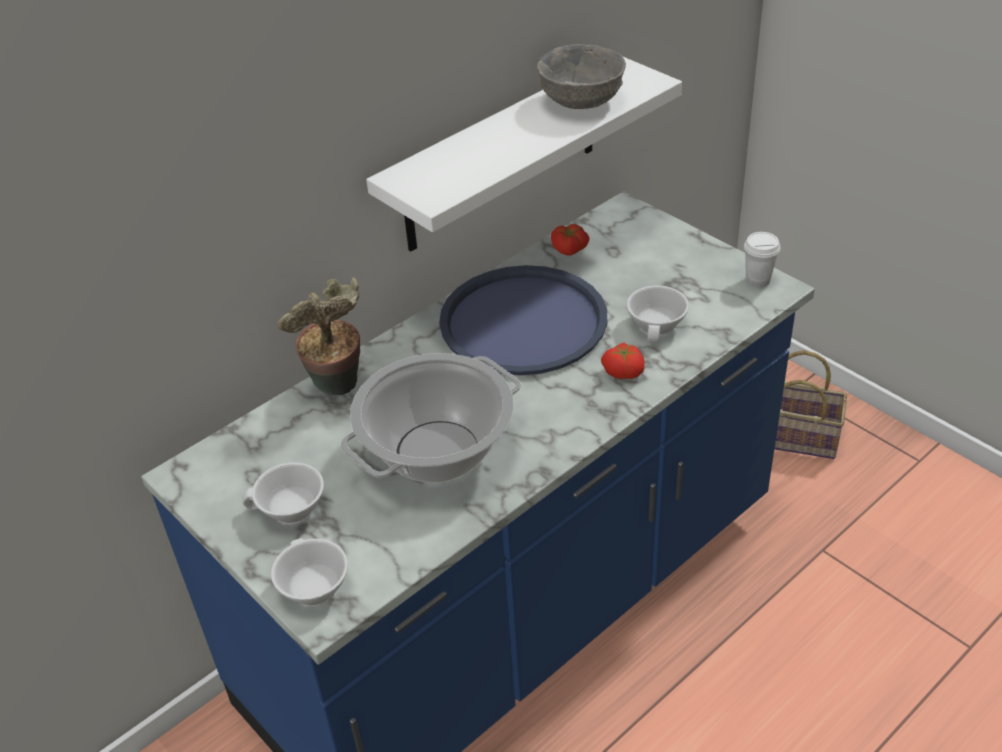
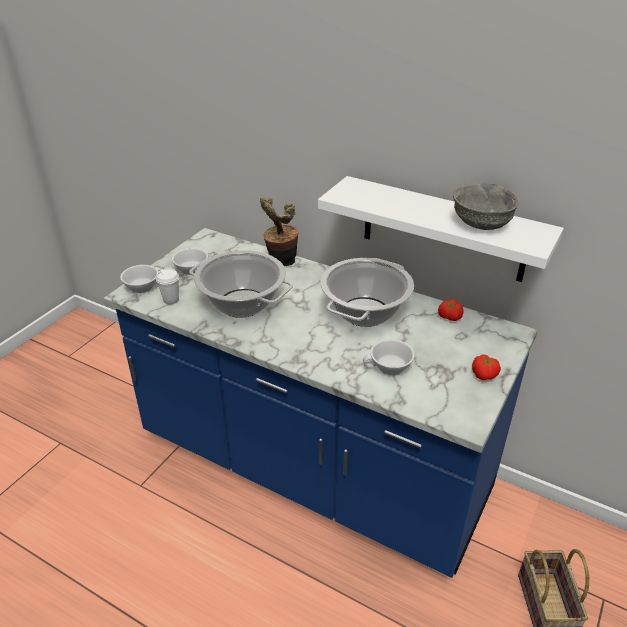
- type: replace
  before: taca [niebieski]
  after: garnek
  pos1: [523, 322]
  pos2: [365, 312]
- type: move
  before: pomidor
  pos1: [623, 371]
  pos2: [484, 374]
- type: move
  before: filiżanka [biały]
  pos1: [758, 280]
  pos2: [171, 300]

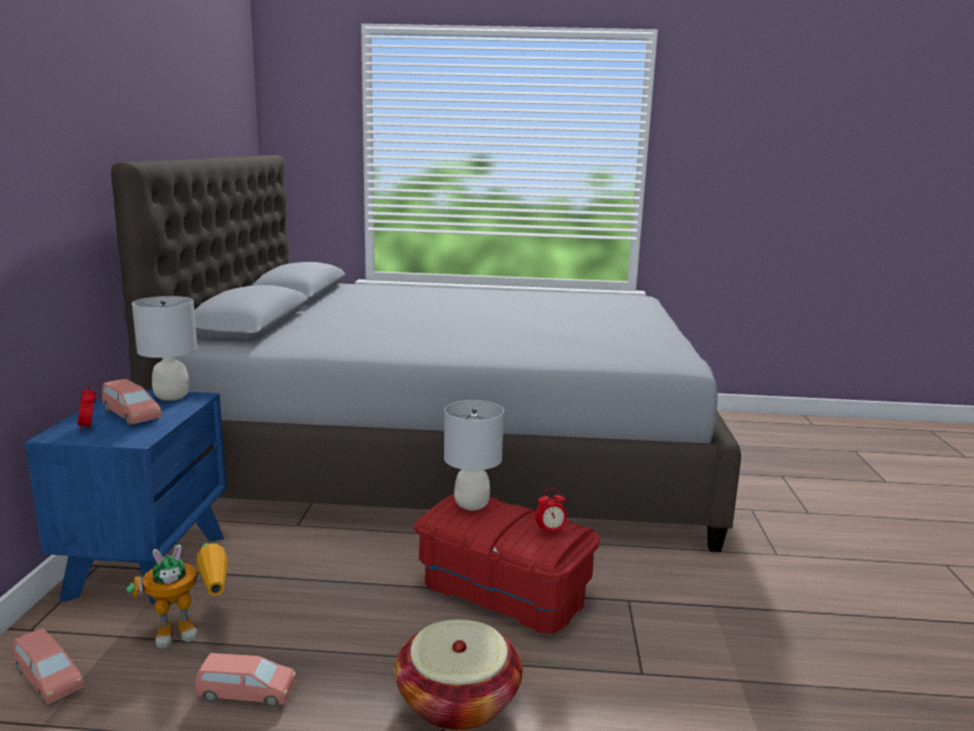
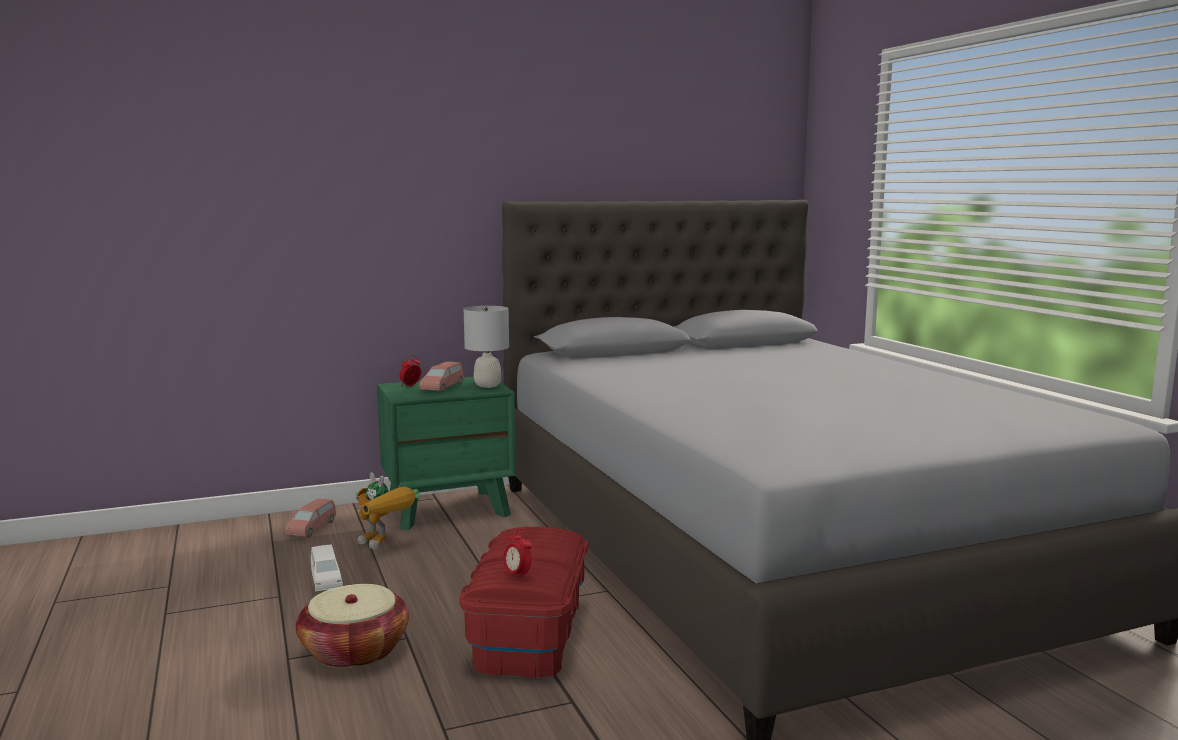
- type: recolor
  before: szafka nocna [niebieski]
  after: szafka nocna [zielony]
  pos1: [148, 565]
  pos2: [448, 509]
- type: recolor
  before: samochodzik [różowy]
  after: samochodzik [biały]
  pos1: [247, 693]
  pos2: [326, 580]
- type: delete
  before: lampa stołowa [szary]
  pos1: [473, 505]

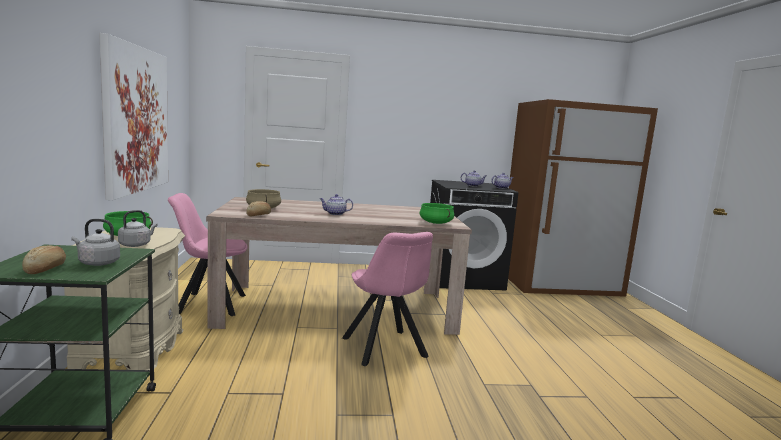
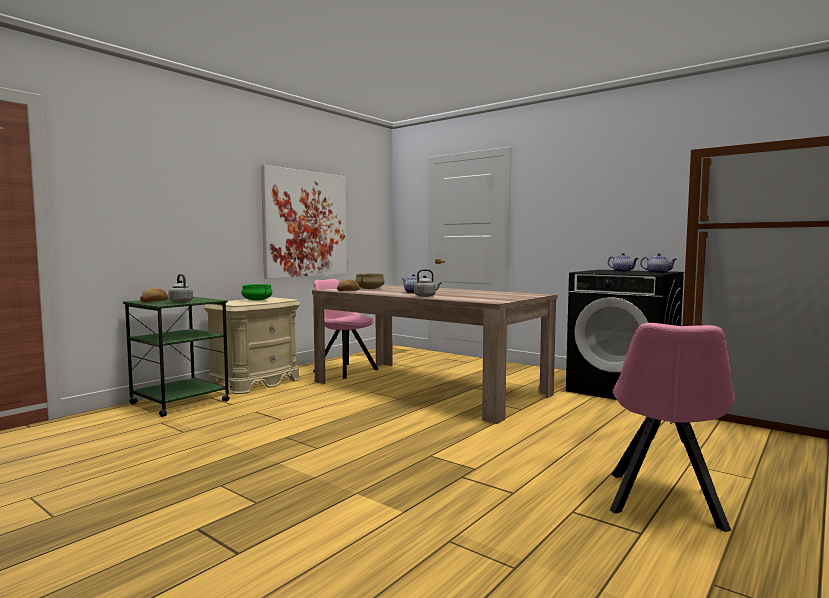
- type: move
  before: czajnik [szary]
  pos1: [136, 245]
  pos2: [426, 296]
- type: move
  before: krzesło [różowy]
  pos1: [385, 348]
  pos2: [664, 502]
- type: delete
  before: garnek [zielony]
  pos1: [435, 223]

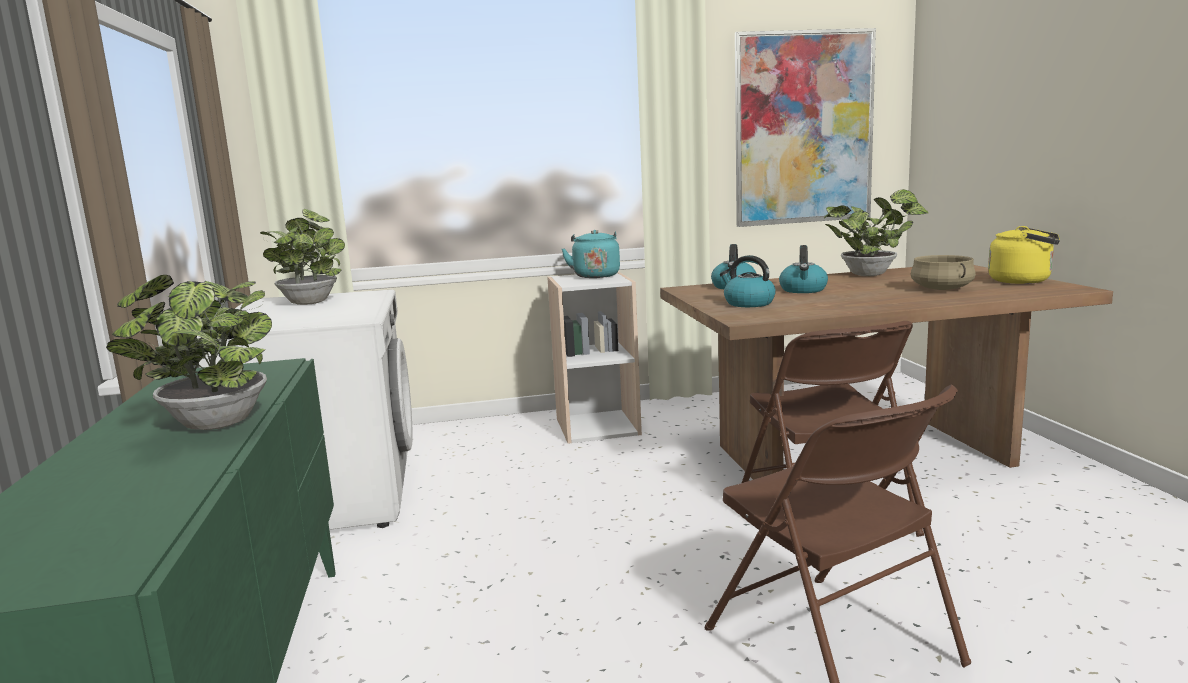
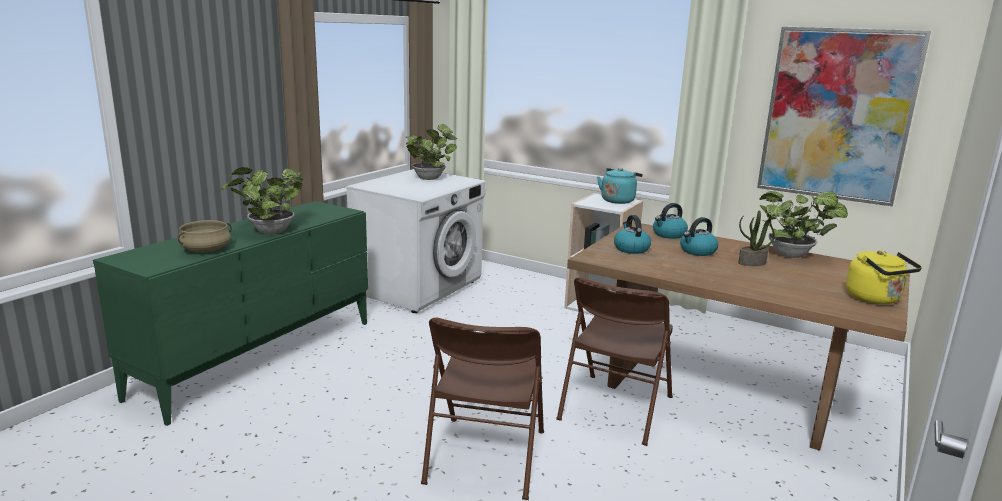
- type: move
  before: garnek [beżowy]
  pos1: [942, 289]
  pos2: [206, 250]
- type: insert
  after: roślina doniczkowa
  pos2: [752, 263]

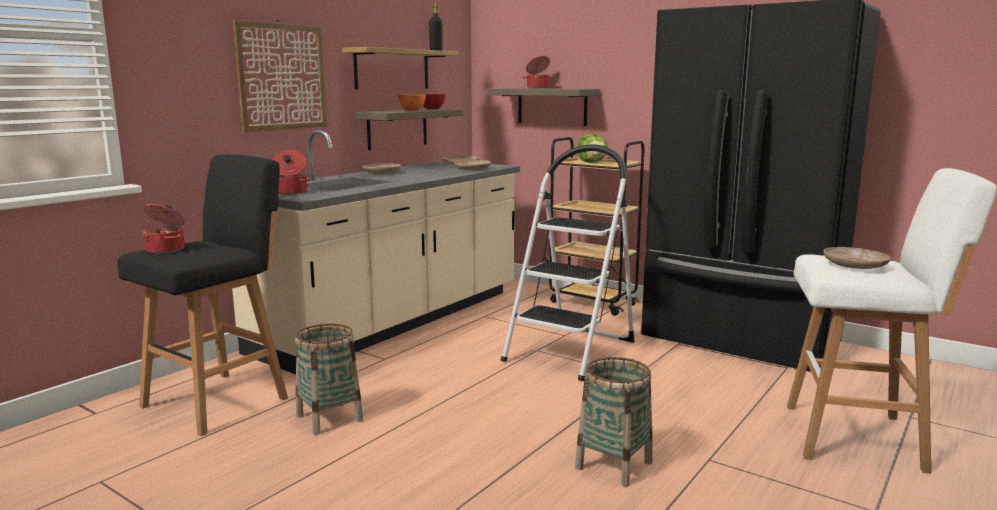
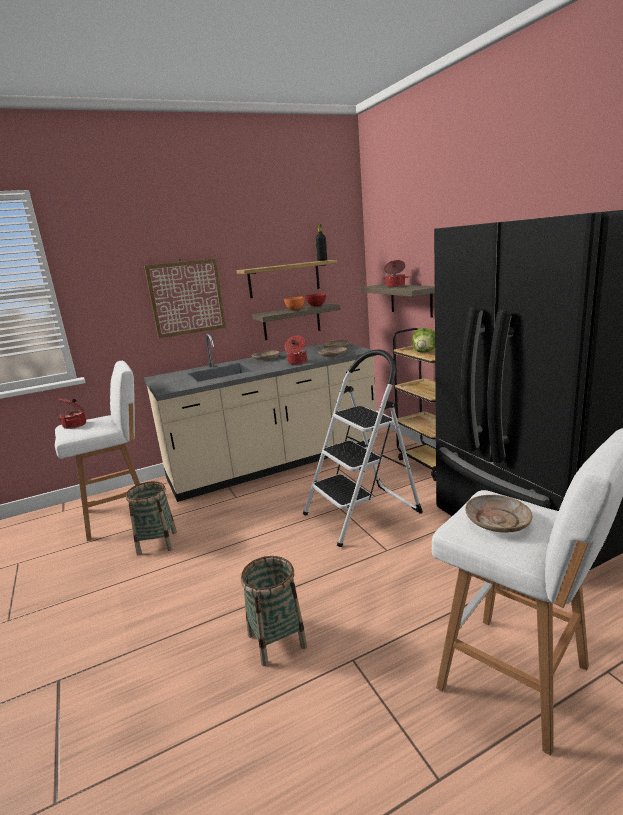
- type: recolor
  before: stołek [czarny]
  after: stołek [biały]
  pos1: [219, 400]
  pos2: [121, 514]
- type: move
  before: garnek
  pos1: [291, 192]
  pos2: [297, 362]

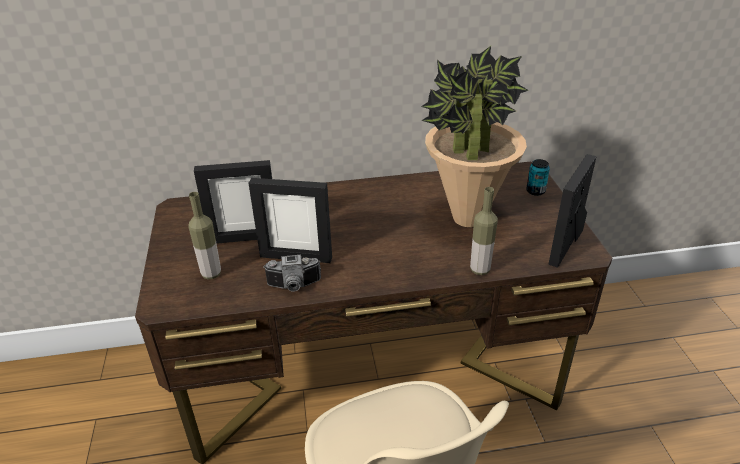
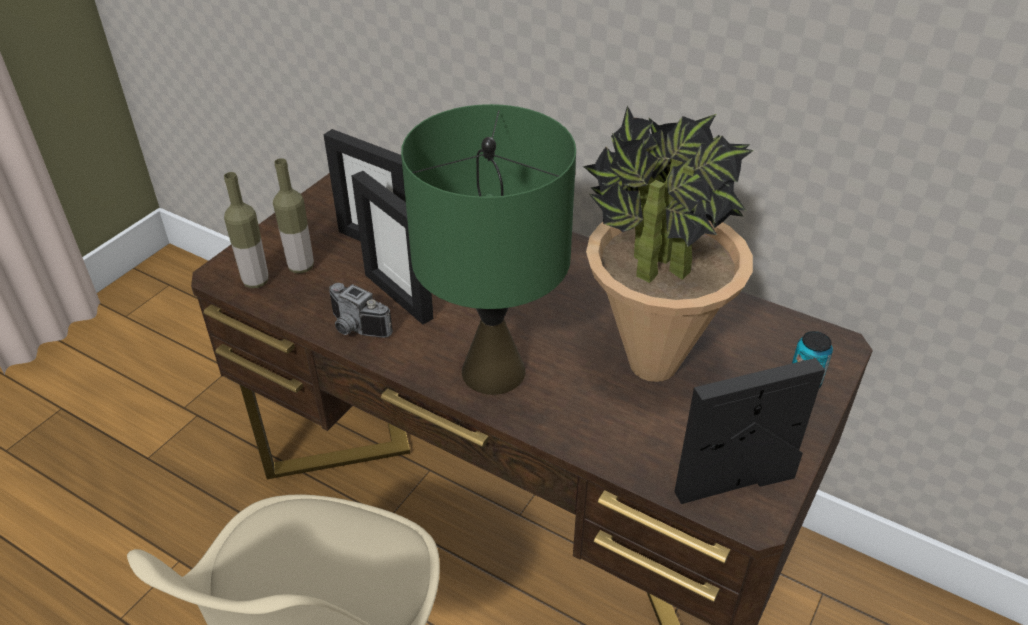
- type: move
  before: butelka
  pos1: [480, 269]
  pos2: [256, 281]
- type: insert
  after: lampa stołowa [zielony]
  pos2: [494, 371]

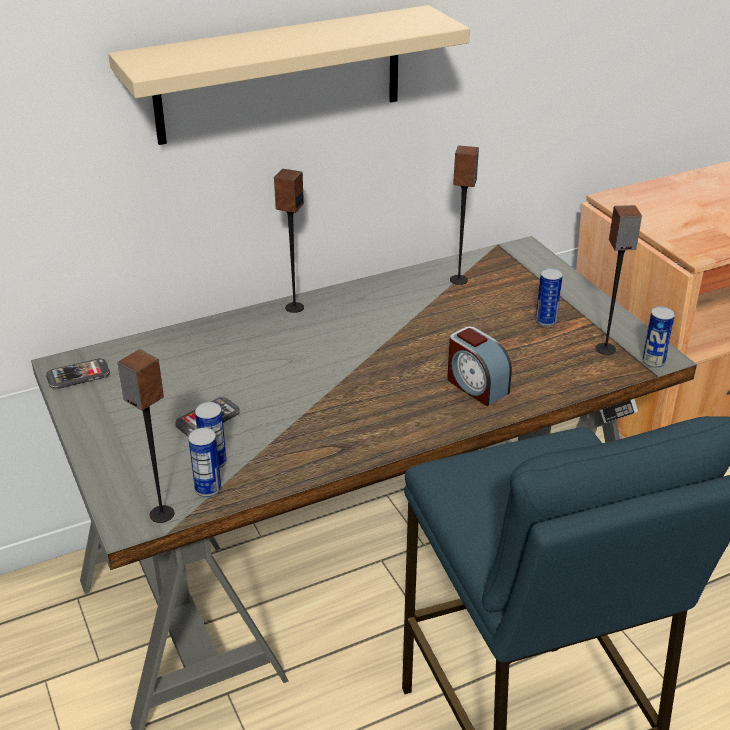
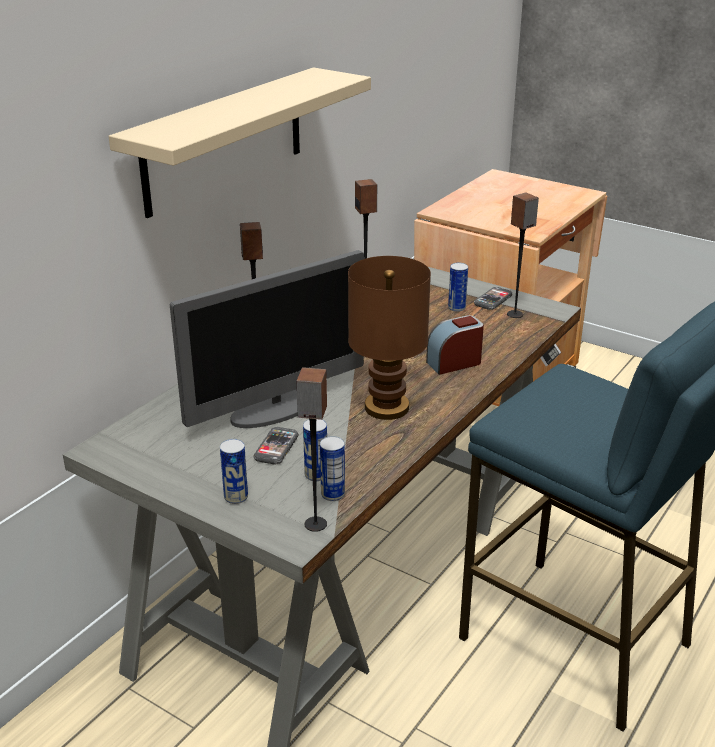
- type: move
  before: telefon
  pos1: [78, 375]
  pos2: [493, 300]
- type: rotate
  before: budzik
  pos1: [476, 386]
  pos2: [454, 363]
  turn: 135
- type: move
  before: puszka
  pos1: [653, 362]
  pos2: [236, 497]
- type: insert
  after: monitor
  pos2: [277, 408]
- type: insert
  after: lampa stołowa [brązowy]
  pos2: [385, 408]

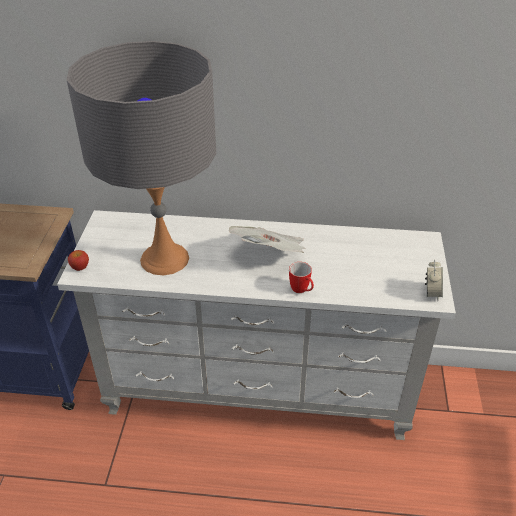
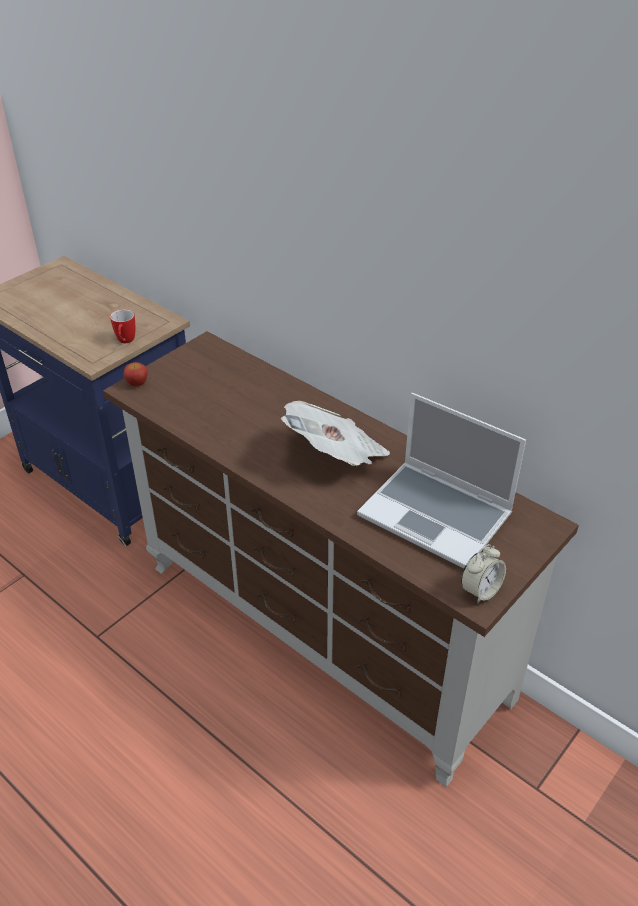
- type: recolor
  before: komoda [biały]
  after: komoda [brązowy]
  pos1: [259, 392]
  pos2: [322, 633]
- type: delete
  before: lampa stołowa [szary]
  pos1: [164, 259]
- type: move
  before: kubek
  pos1: [302, 291]
  pos2: [125, 342]
- type: insert
  after: laptop
  pos2: [437, 515]

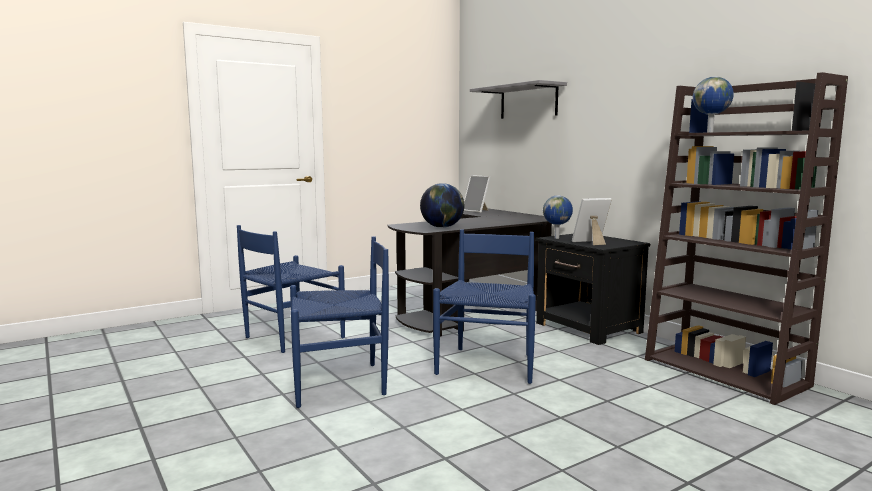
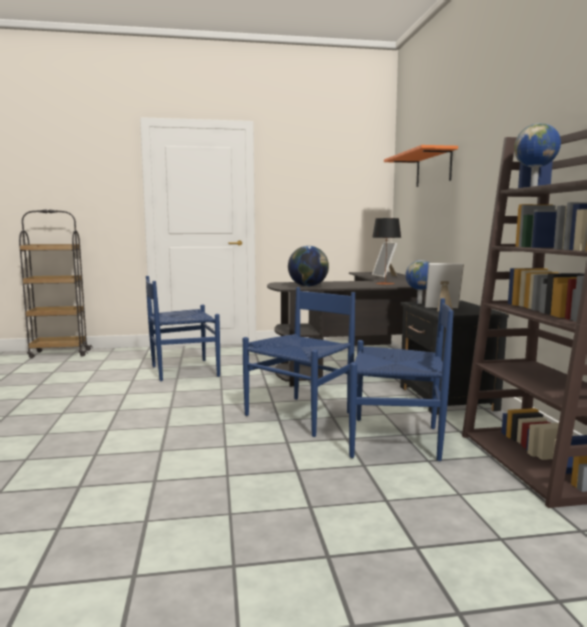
- type: move
  before: krzesło [niebieski]
  pos1: [339, 383]
  pos2: [396, 440]
- type: recolor
  before: półka [szary]
  after: półka [pomarańczowy]
  pos1: [528, 102]
  pos2: [433, 168]
- type: insert
  after: wózek [brązowy]
  pos2: [60, 354]
- type: insert
  after: lampa stołowa
  pos2: [385, 283]

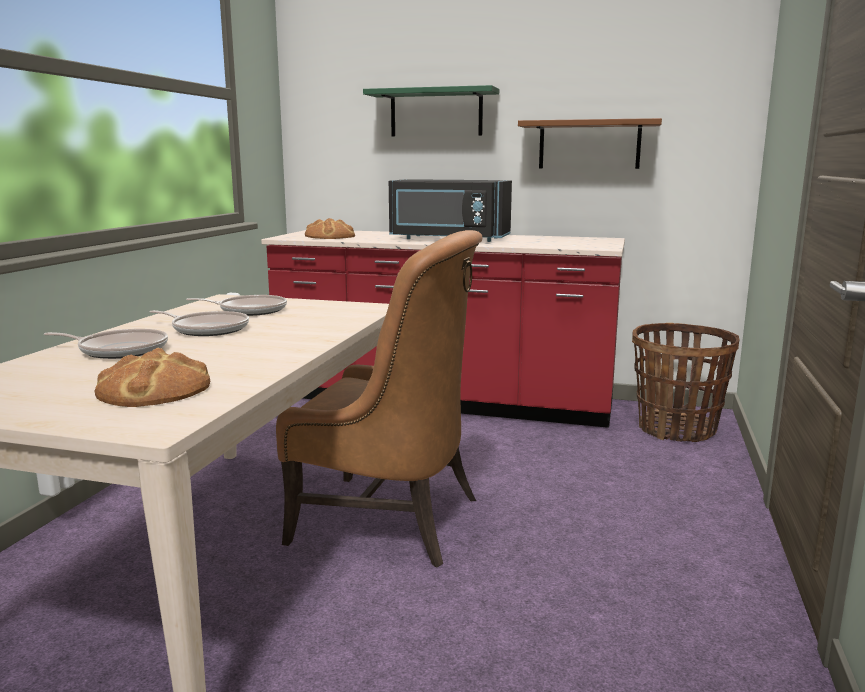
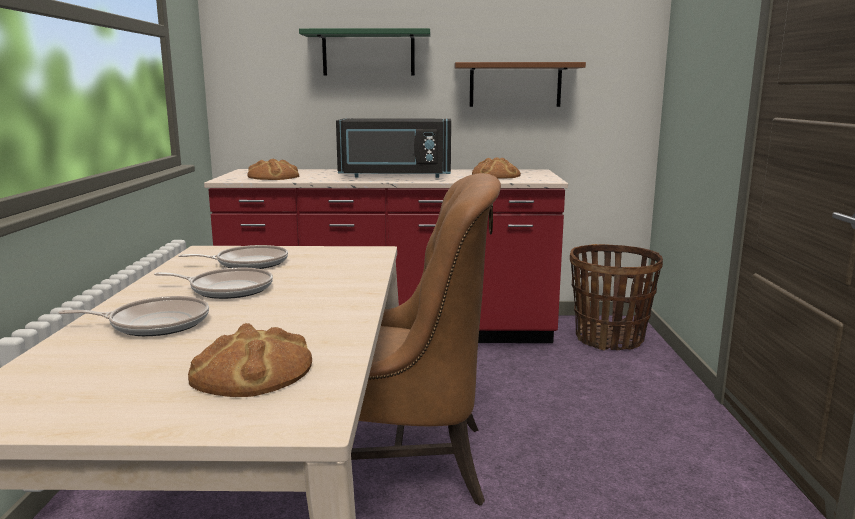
- type: insert
  after: chleb
  pos2: [496, 175]

